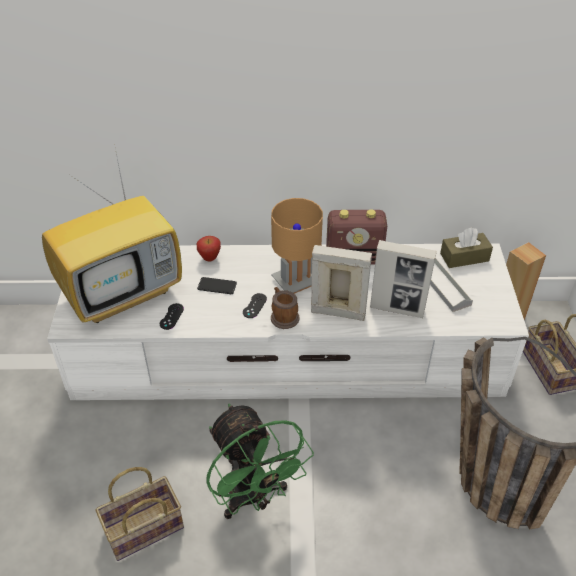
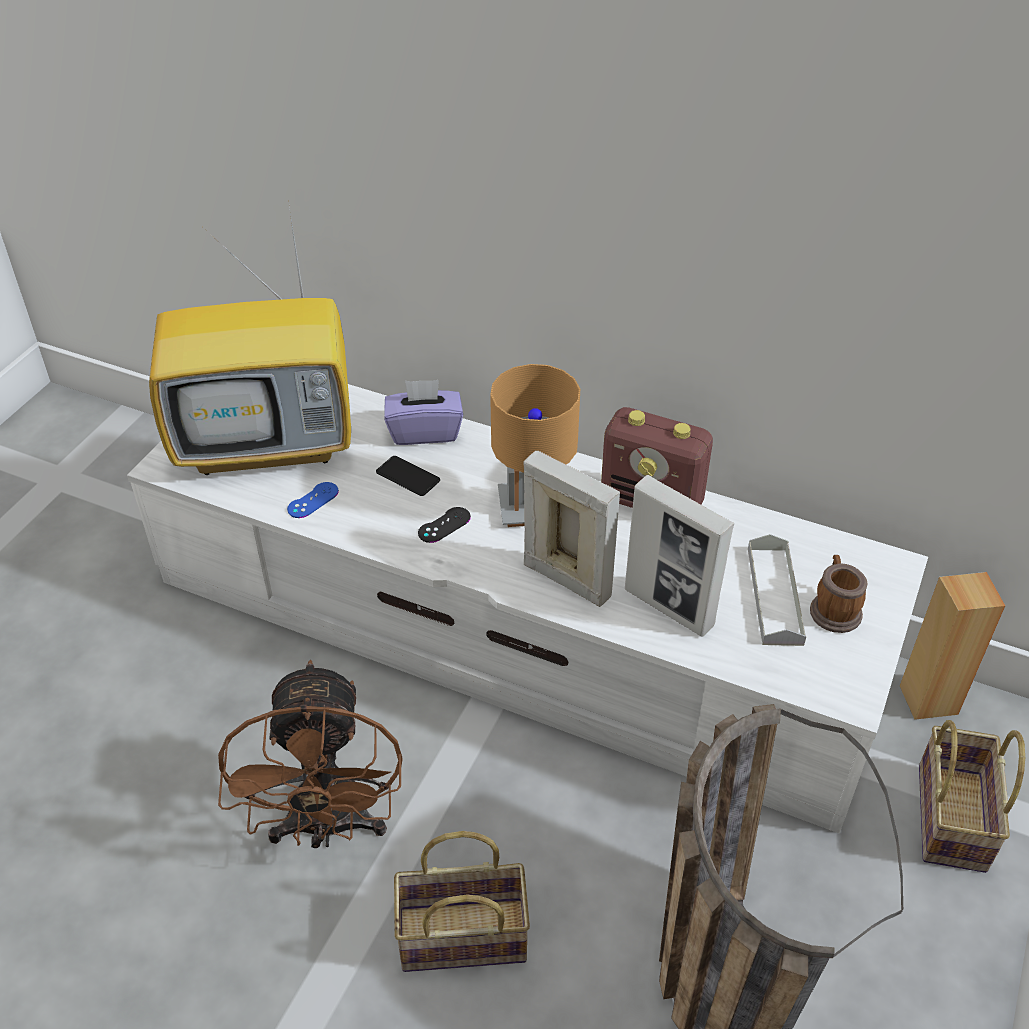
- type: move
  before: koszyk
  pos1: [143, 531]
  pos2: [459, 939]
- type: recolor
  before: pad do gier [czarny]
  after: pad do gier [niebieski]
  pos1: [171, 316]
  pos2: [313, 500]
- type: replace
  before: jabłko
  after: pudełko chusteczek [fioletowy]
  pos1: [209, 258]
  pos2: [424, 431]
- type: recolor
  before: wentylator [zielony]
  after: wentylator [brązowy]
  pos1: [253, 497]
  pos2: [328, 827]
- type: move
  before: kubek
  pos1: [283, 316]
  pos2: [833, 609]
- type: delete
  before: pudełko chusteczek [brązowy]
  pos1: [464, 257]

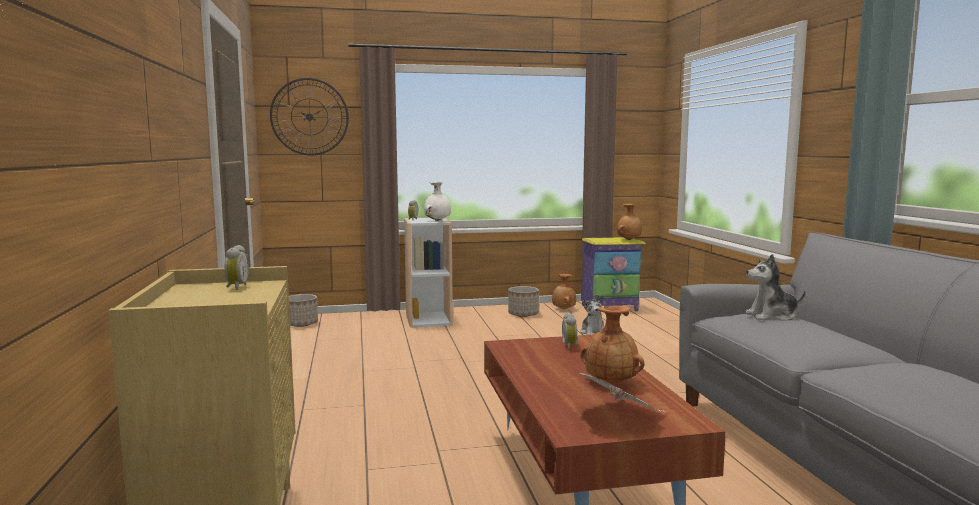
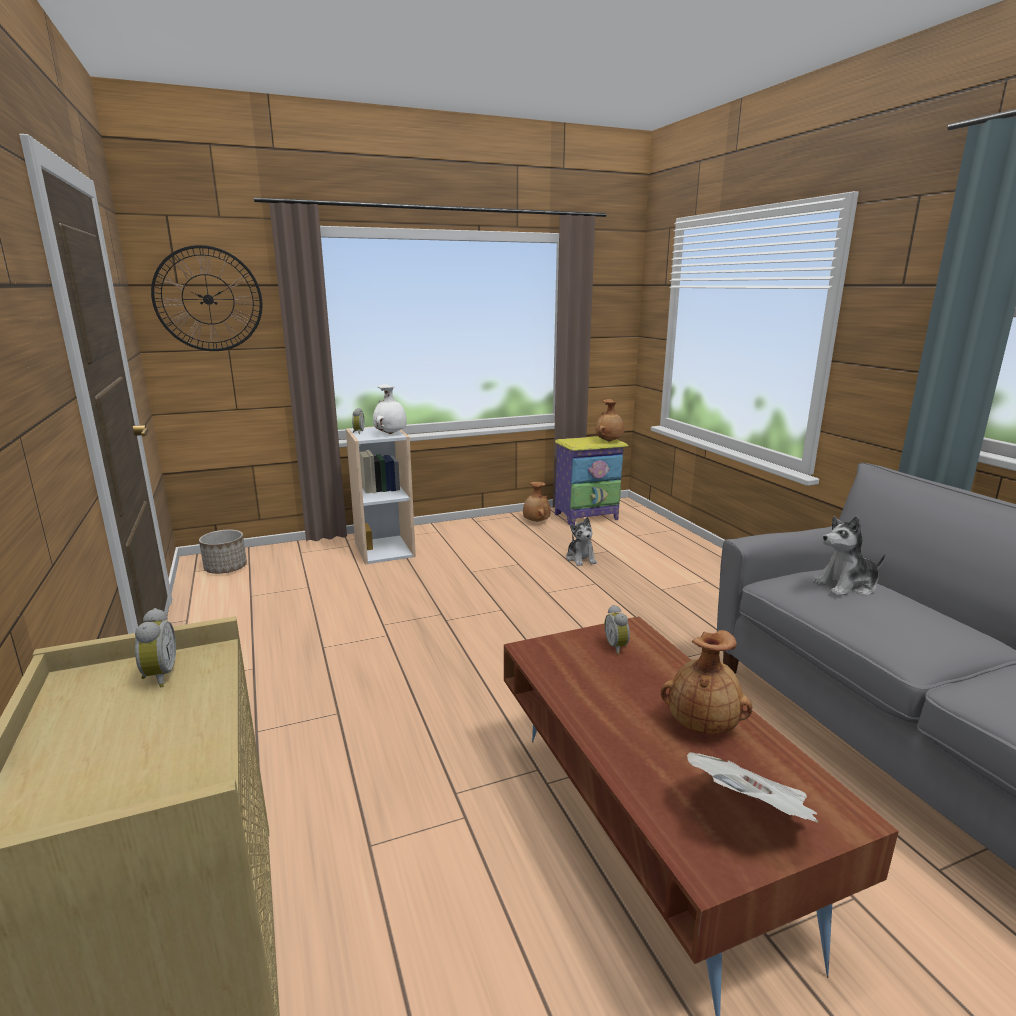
- type: delete
  before: donica
  pos1: [523, 314]

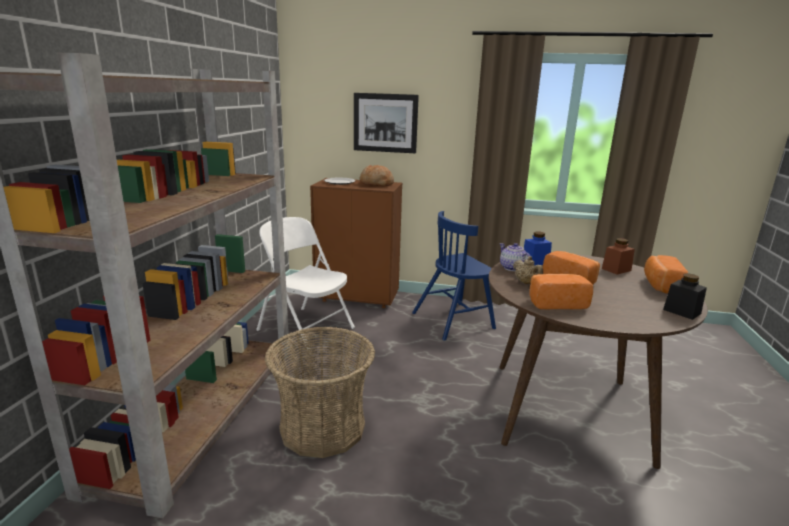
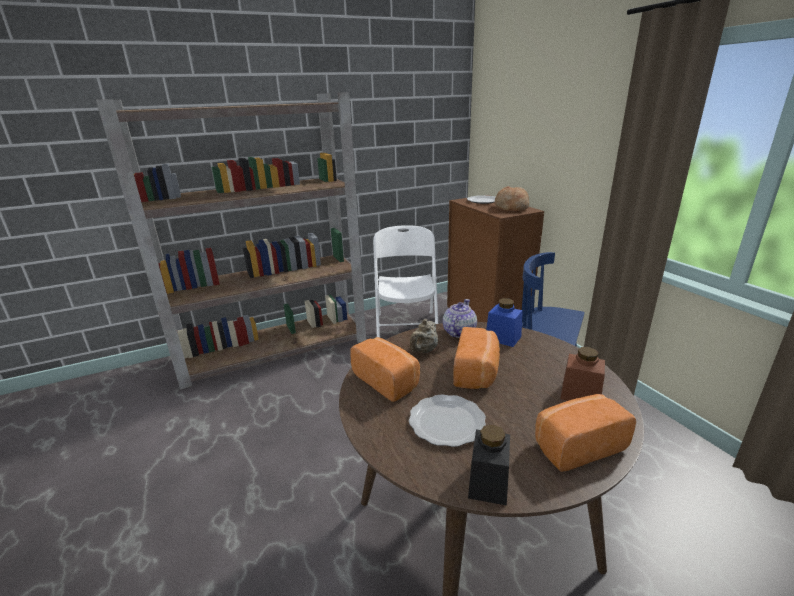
- type: delete
  before: koszyk
  pos1: [322, 427]
- type: delete
  before: obraz
  pos1: [385, 123]
- type: insert
  after: talerz
  pos2: [446, 421]

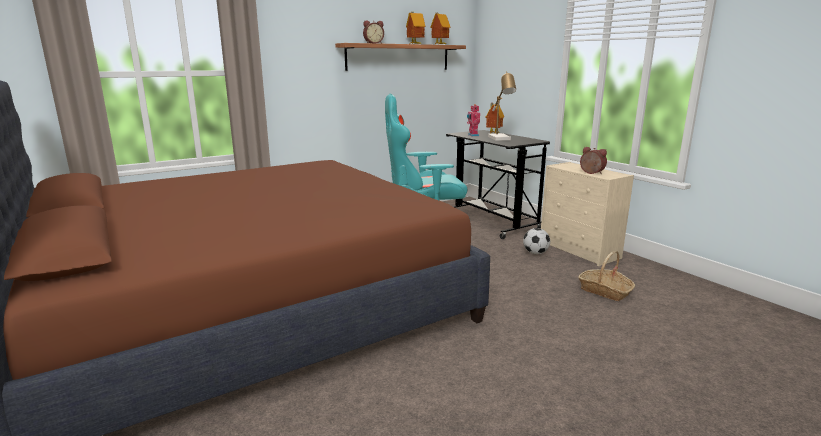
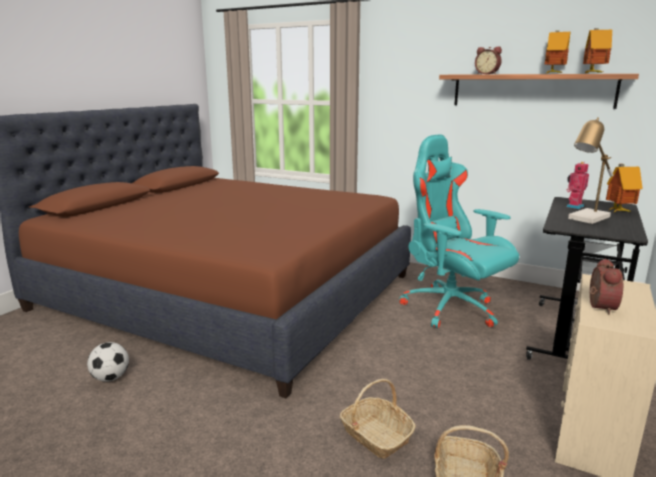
- type: move
  before: piłka futbolowa
  pos1: [535, 253]
  pos2: [111, 378]
- type: insert
  after: koszyk
  pos2: [375, 435]

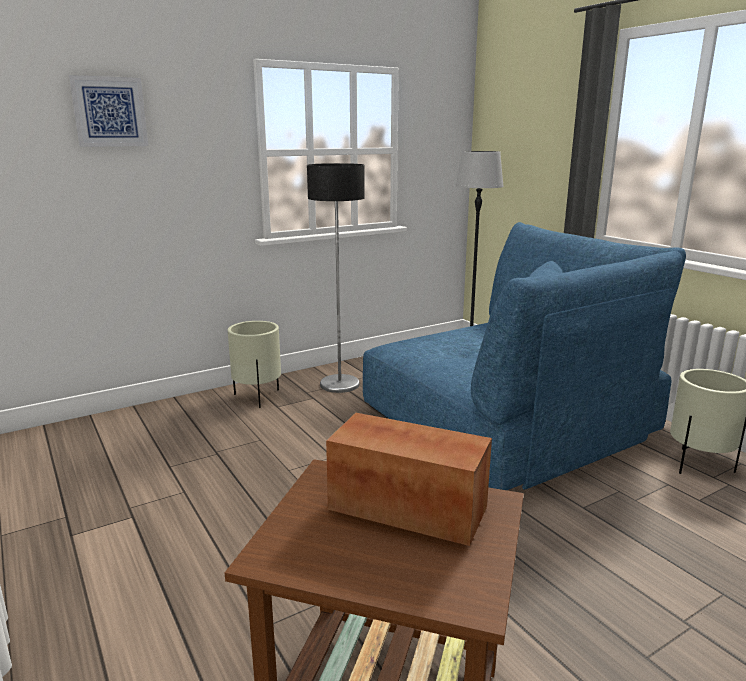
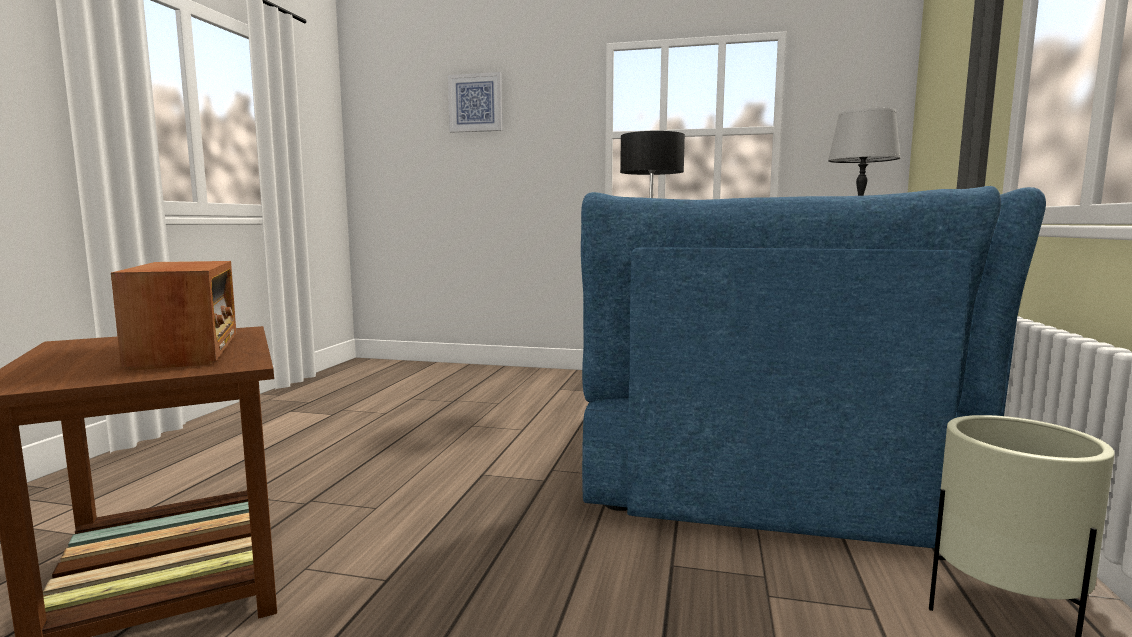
- type: delete
  before: donica [beżowy]
  pos1: [257, 397]

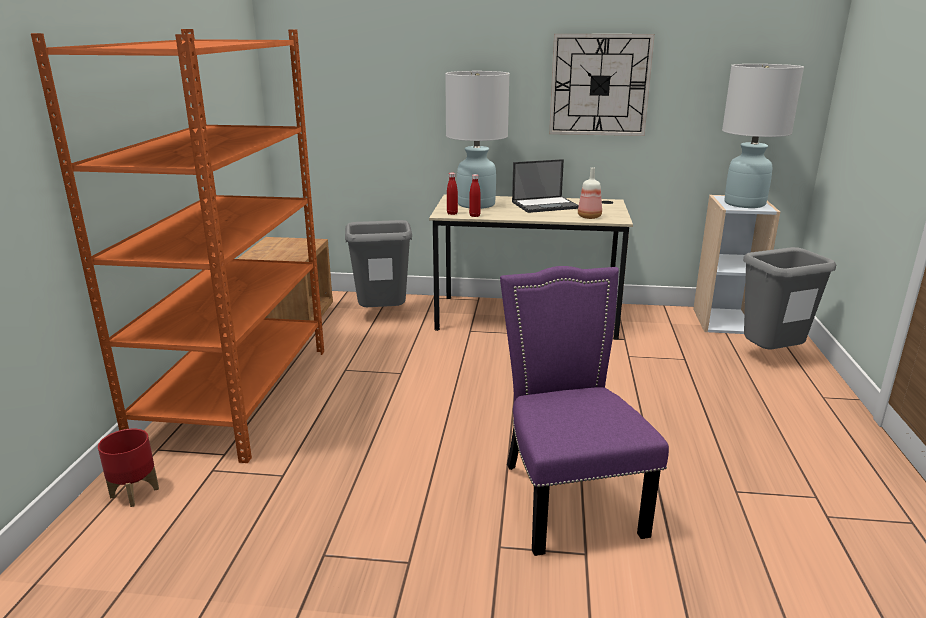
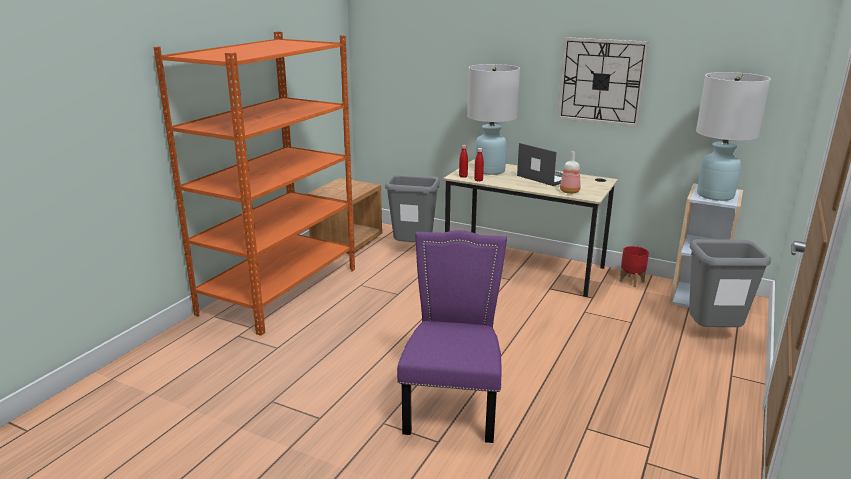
- type: move
  before: donica [czerwony]
  pos1: [134, 492]
  pos2: [631, 281]
- type: rotate
  before: laptop
  pos1: [545, 205]
  pos2: [545, 177]
  turn: -135

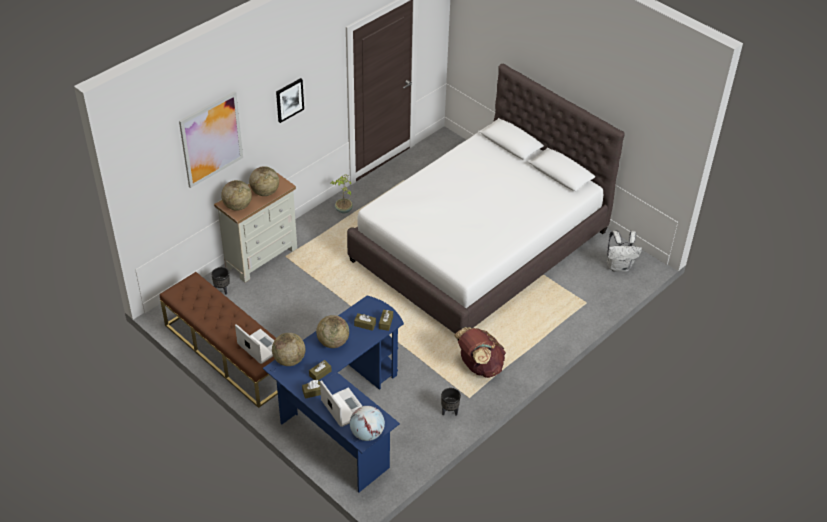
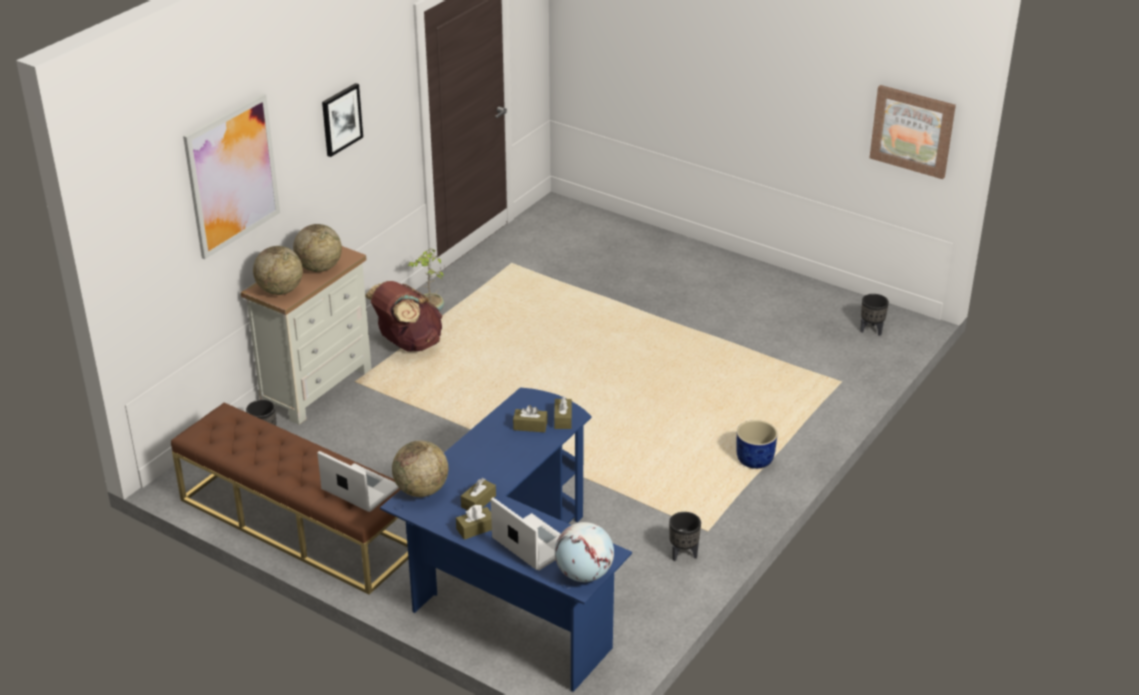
- type: delete
  before: globus
  pos1: [333, 342]
- type: delete
  before: łóżko [biały]
  pos1: [480, 246]
- type: move
  before: plecak [brązowy]
  pos1: [479, 366]
  pos2: [408, 344]
- type: replace
  before: plecak [biały]
  after: donica [czarny]
  pos1: [619, 266]
  pos2: [871, 330]
- type: insert
  after: donica [niebieski]
  pos2: [754, 460]
- type: insert
  after: obraz
  pos2: [912, 131]

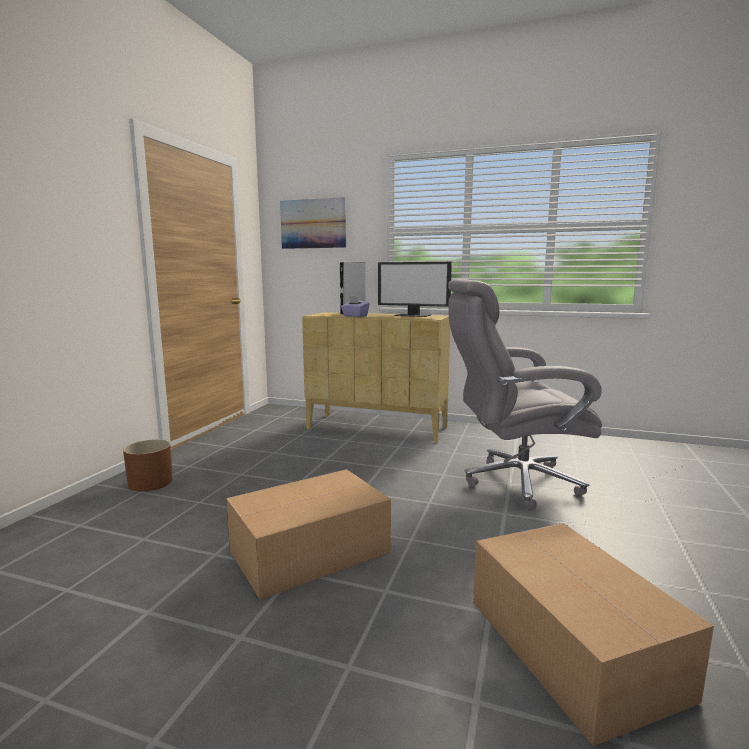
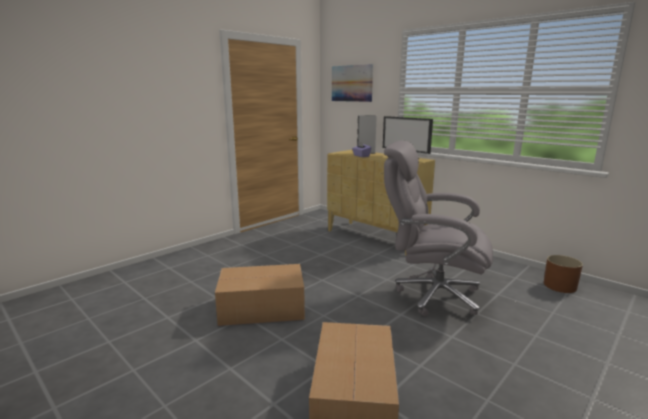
- type: move
  before: donica [brązowy]
  pos1: [150, 483]
  pos2: [559, 286]

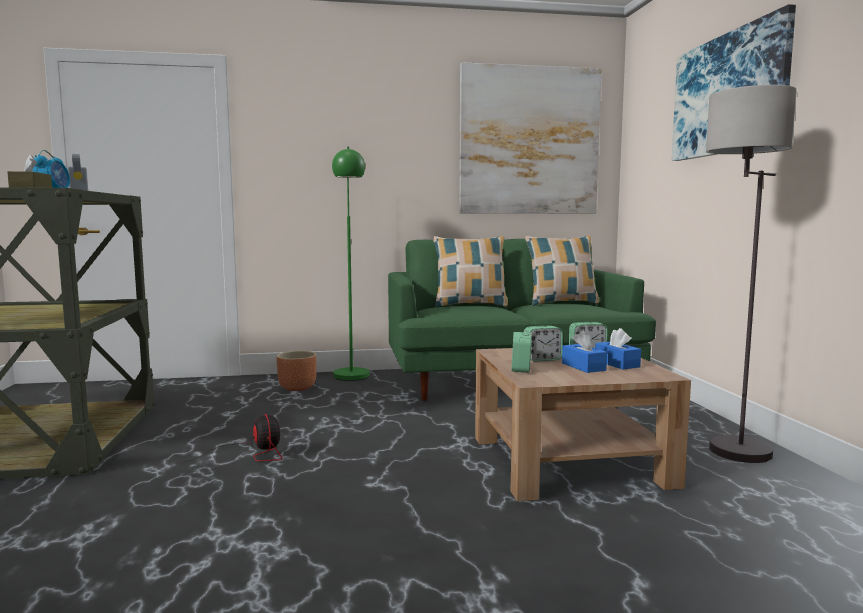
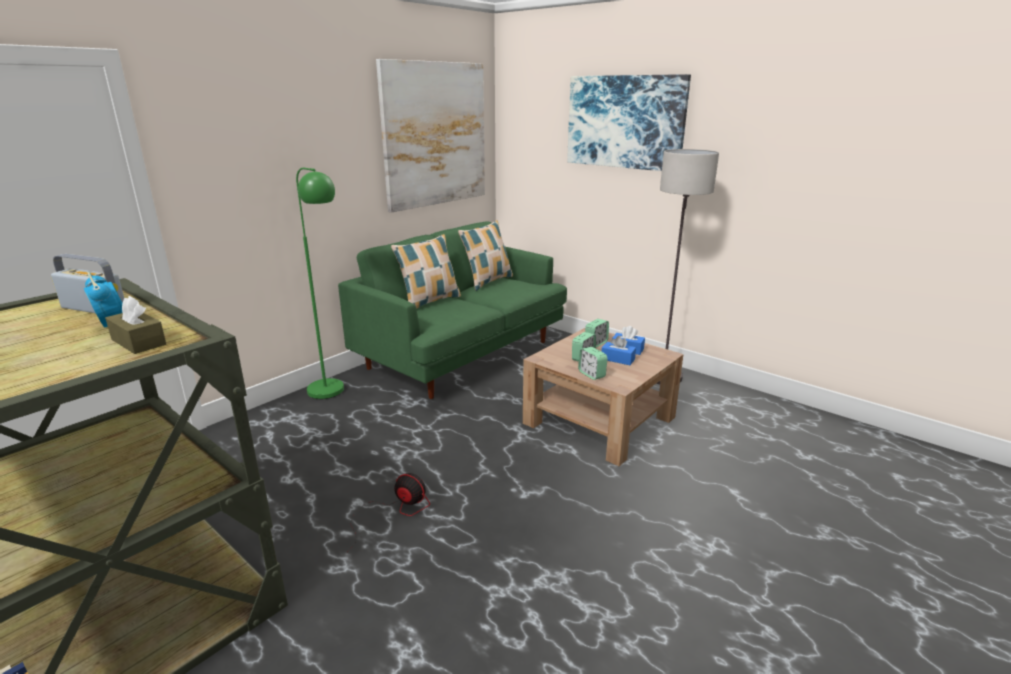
- type: delete
  before: donica [brązowy]
  pos1: [297, 388]

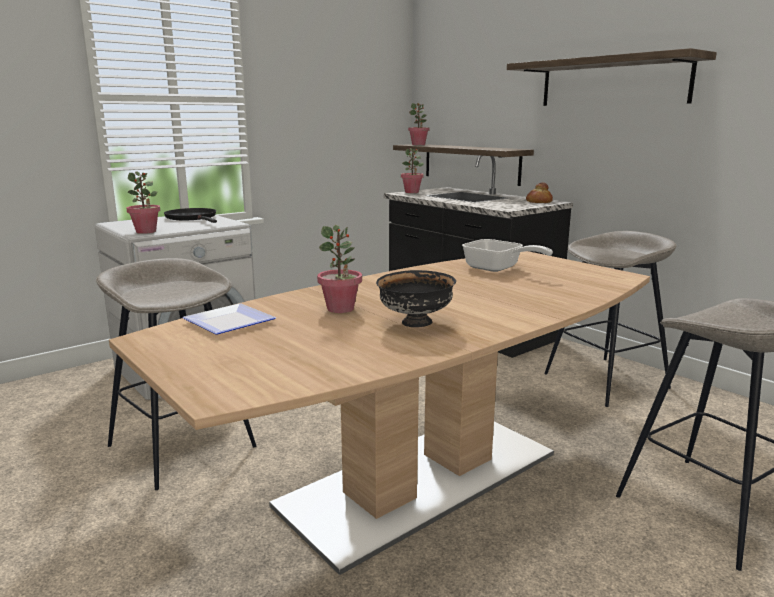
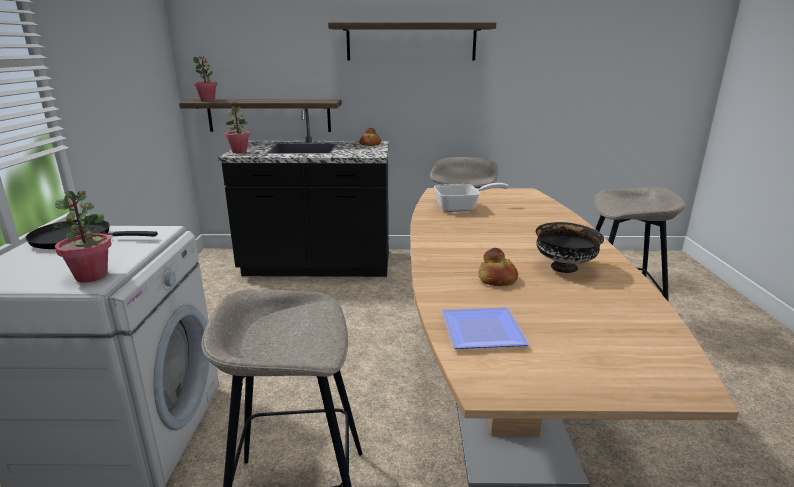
- type: replace
  before: roślina doniczkowa
  after: chleb
  pos1: [340, 309]
  pos2: [498, 279]

